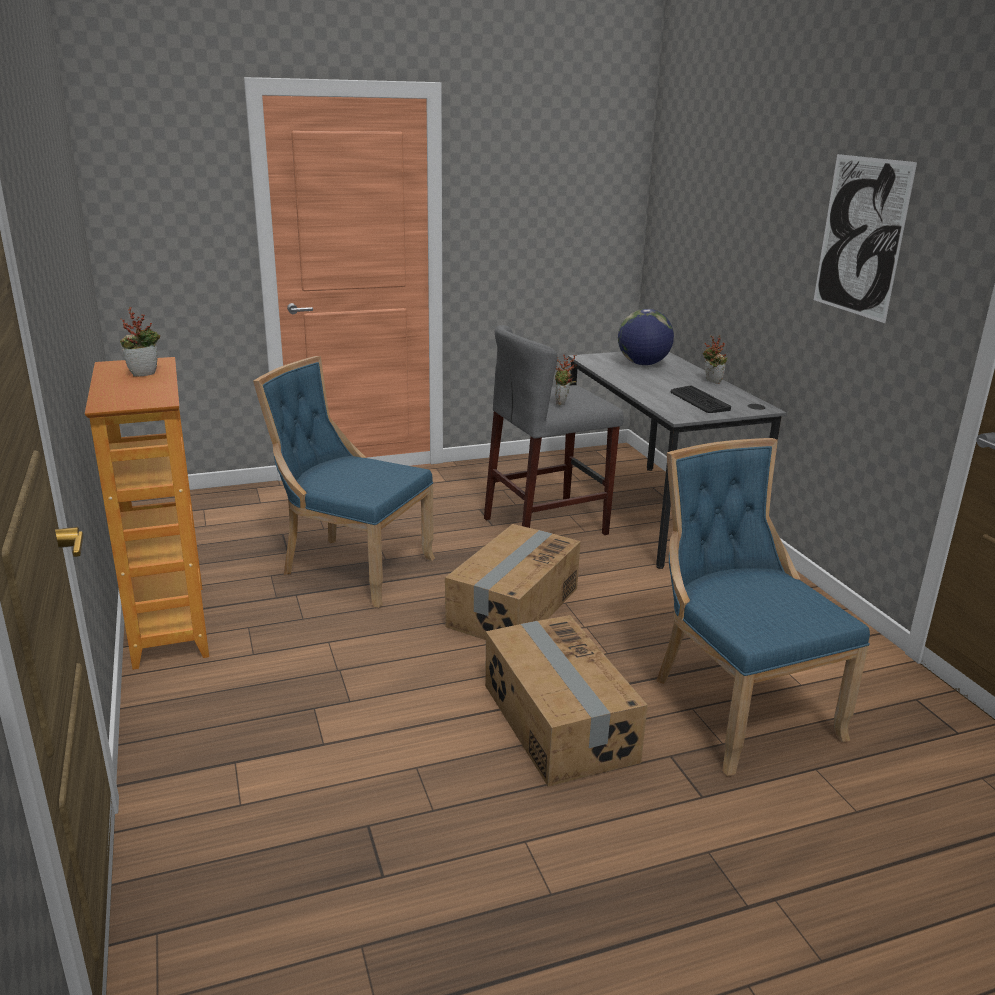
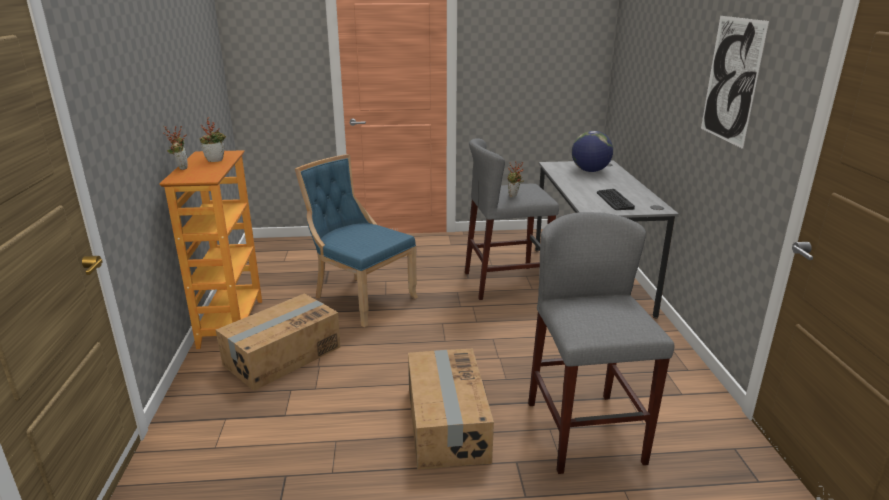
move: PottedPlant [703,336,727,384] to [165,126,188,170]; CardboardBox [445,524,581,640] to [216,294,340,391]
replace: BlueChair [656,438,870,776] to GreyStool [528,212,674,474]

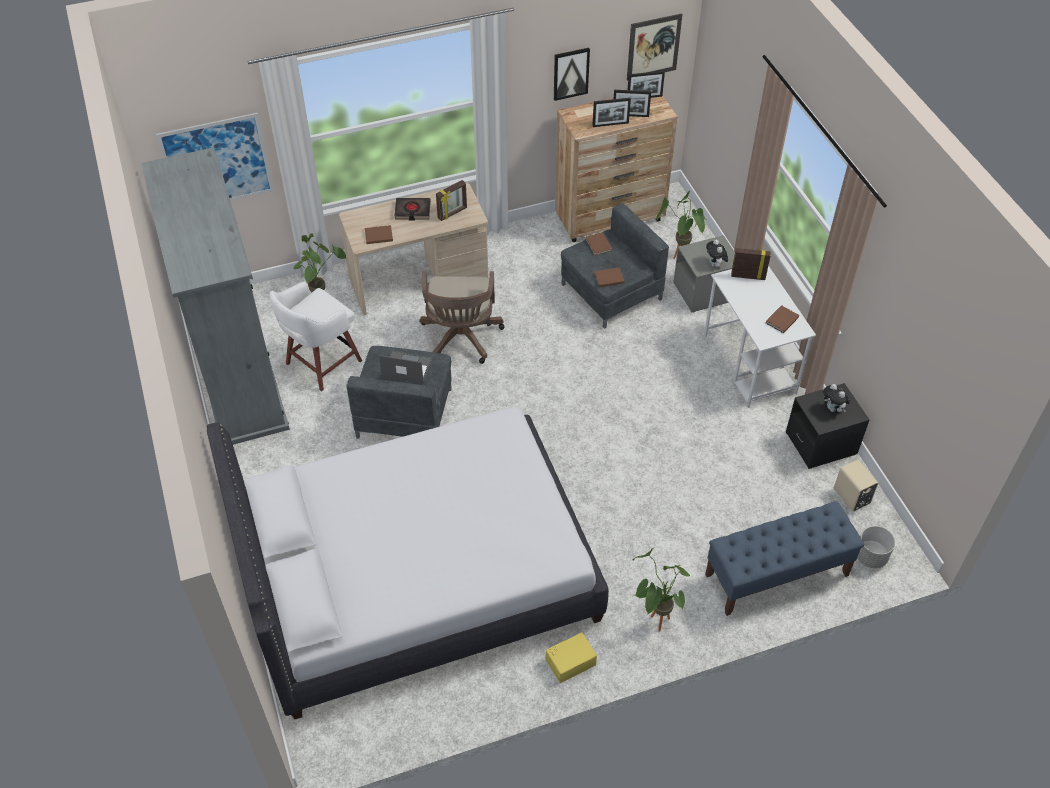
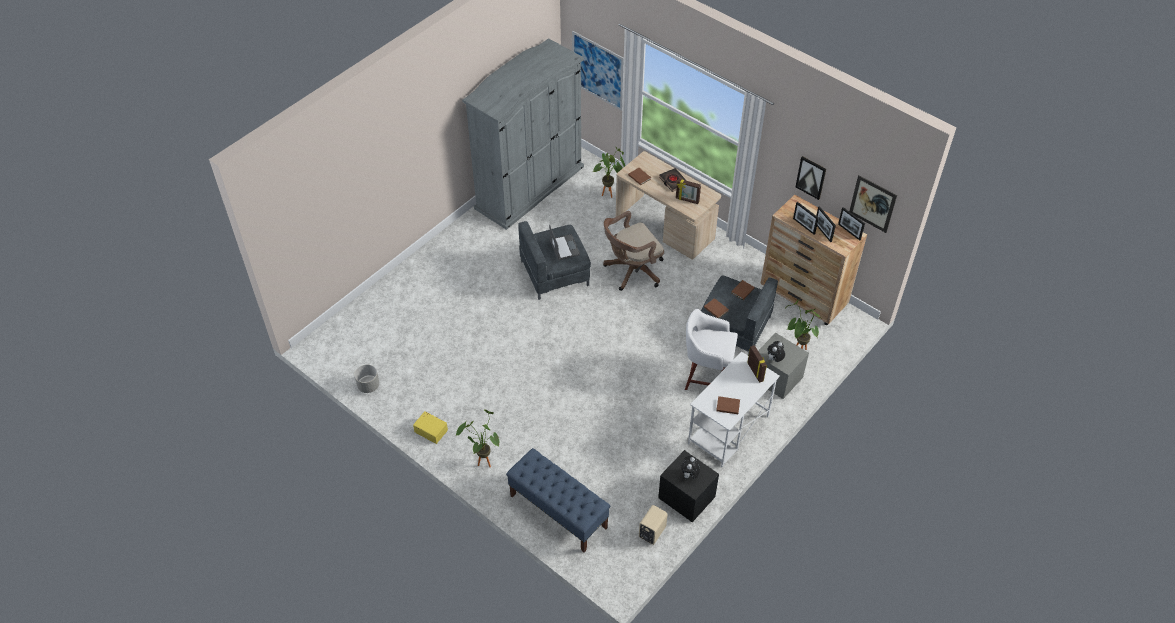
delete: WhiteBed [207,407,609,719]
move: WhiteStool [270,281,362,391] to [685,309,738,390]; GreyPlanter [857,526,895,568] to [354,365,379,393]

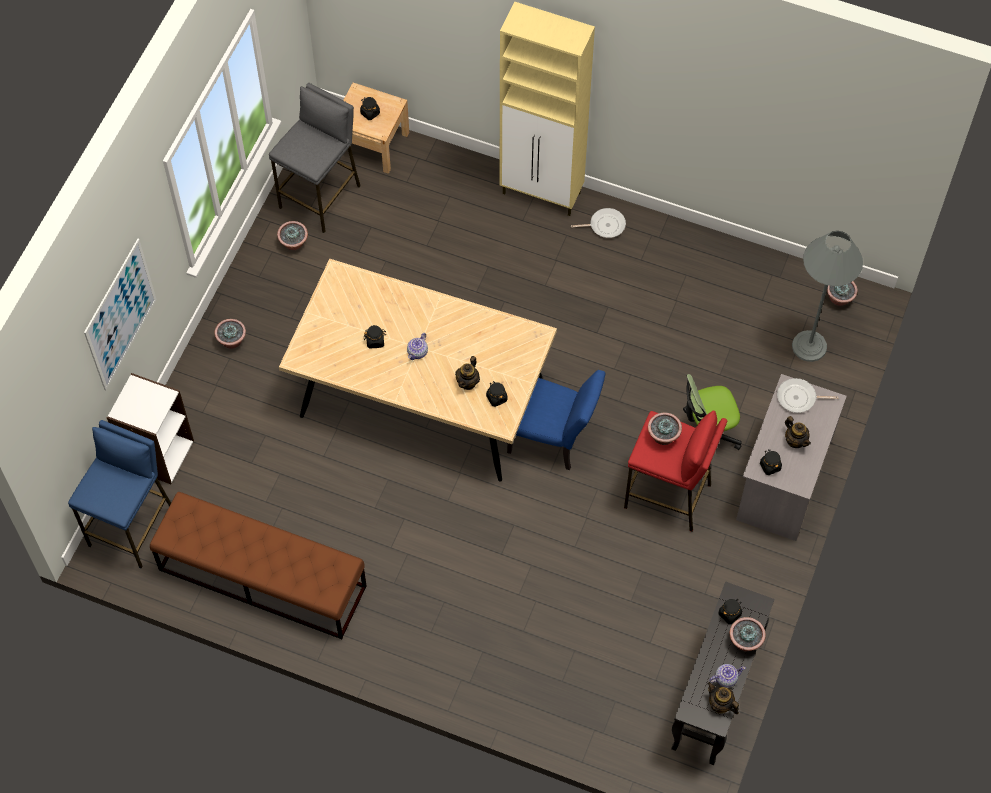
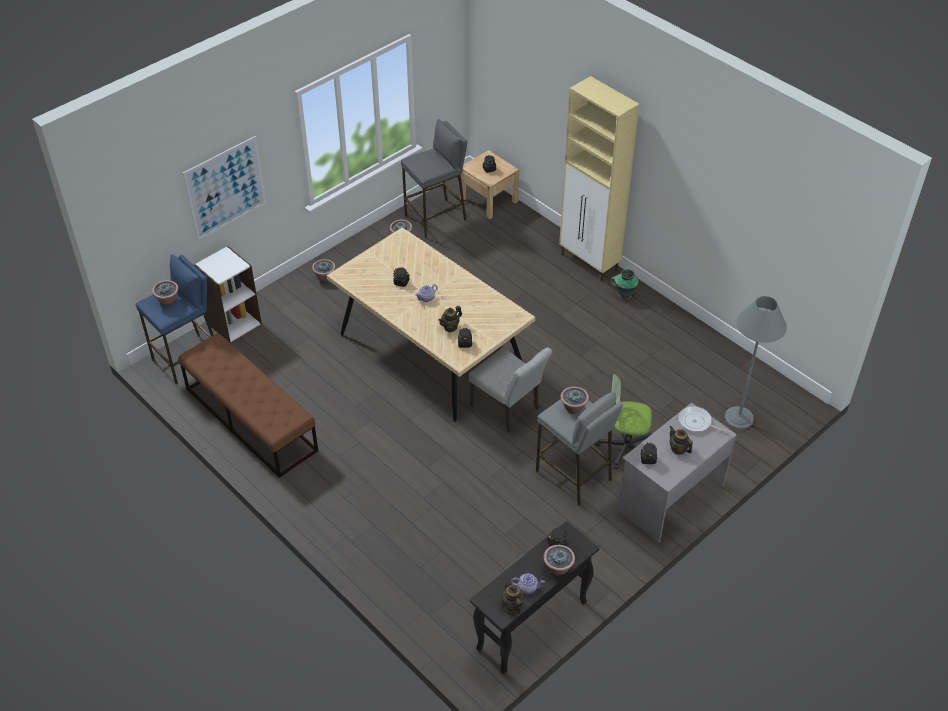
move: PottedPlant [827,281,858,306] to [152,280,179,305]
replace: FryingPan [571,208,626,238] to Vase [610,269,639,299]
recolor: BlueChair [507,370,605,470] to GreyChair [469,347,552,433]; RedStool [624,411,727,532] to GreyStool [536,392,623,506]
rotate: Teapot [785,416,811,448] = [670,426,693,455] 150 degrees clockwise

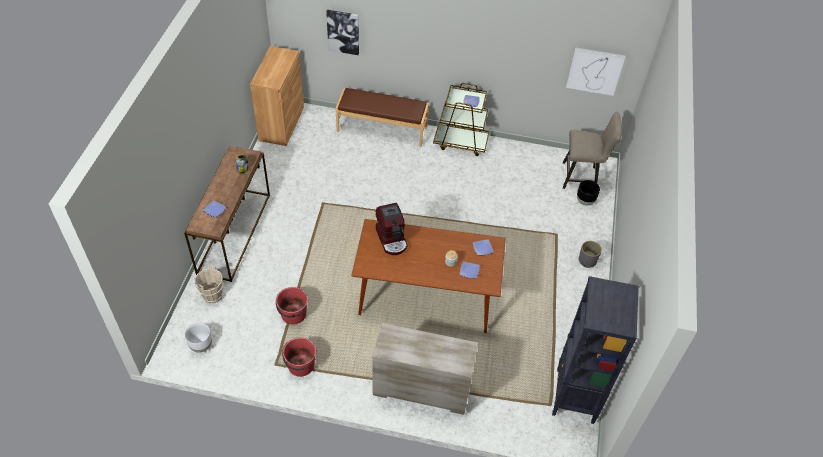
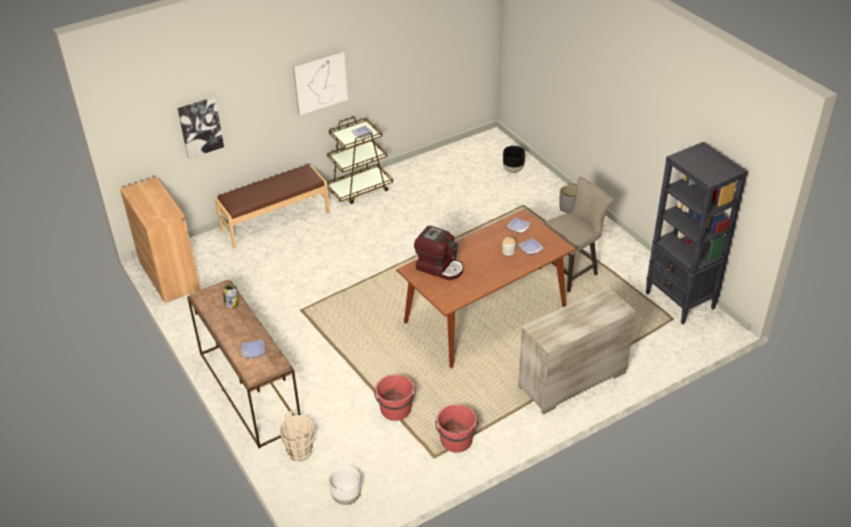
move: Picture [566,47,625,96] to [293,50,348,115]; BeigeStool [563,112,622,189] to [540,177,614,292]

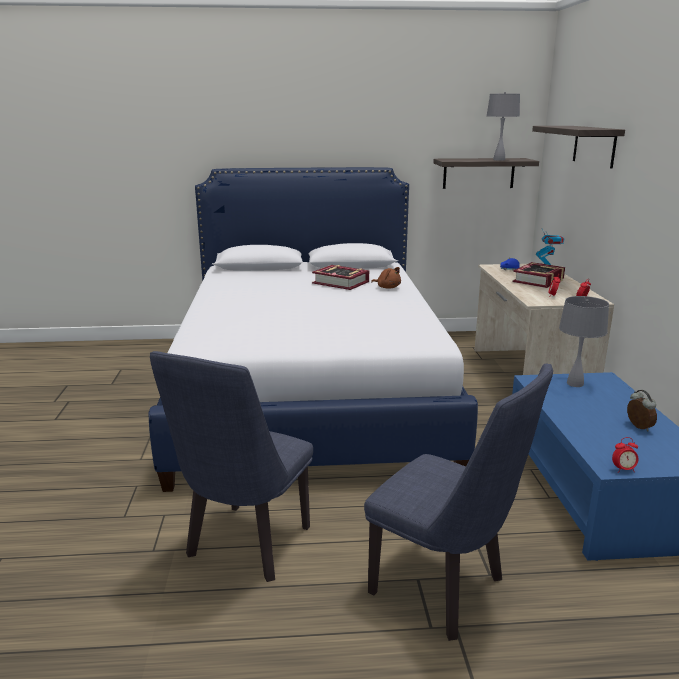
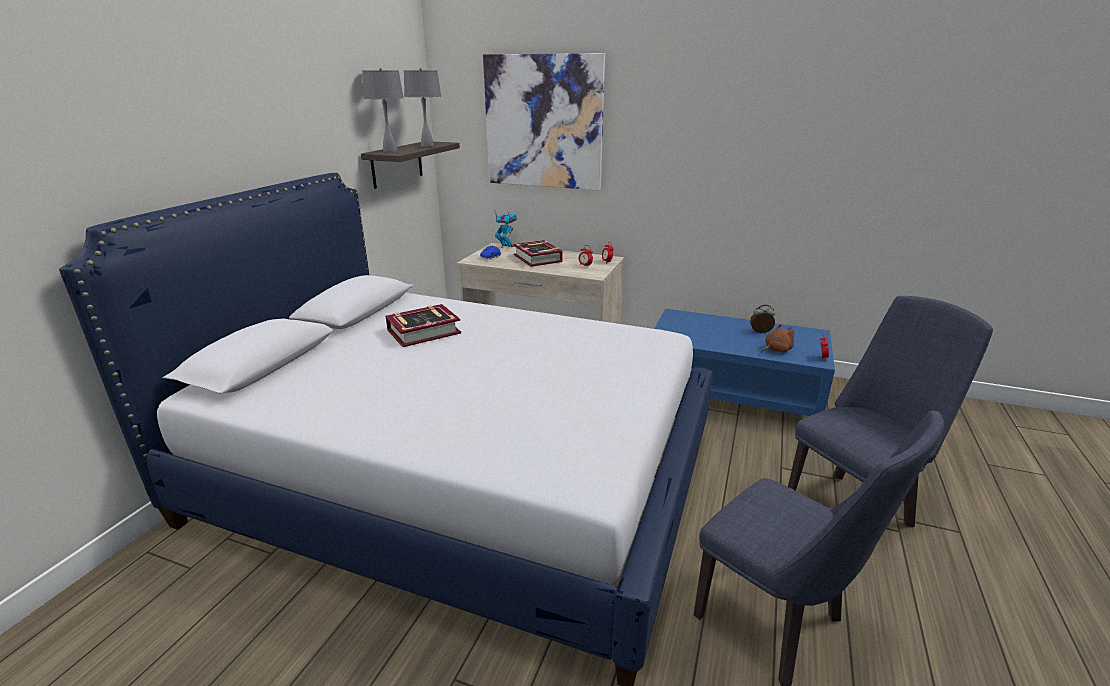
move: BrownPlushToy [371,267,401,289] to [761,324,795,353]; GreyTableLamp [559,296,609,387] to [362,68,404,152]
replace: Shelf [532,126,625,169] to Picture [483,53,605,190]

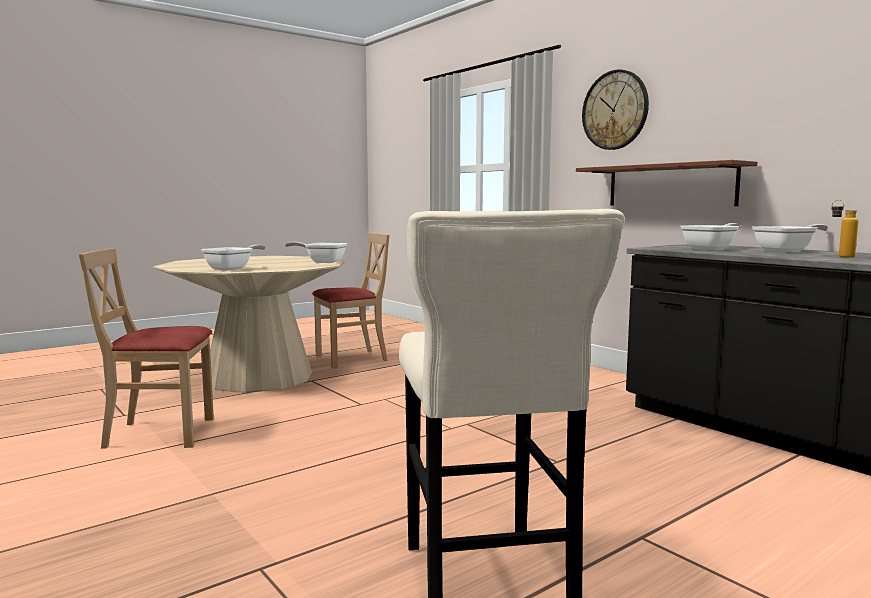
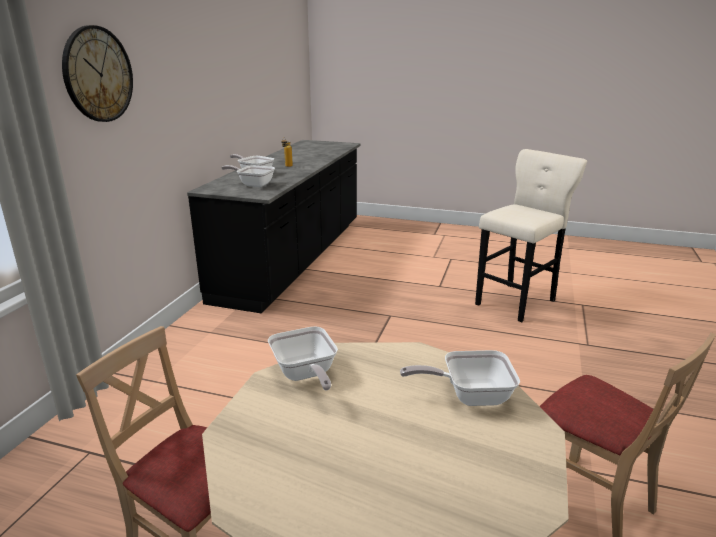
delete: BrownShelf [576,160,757,206]

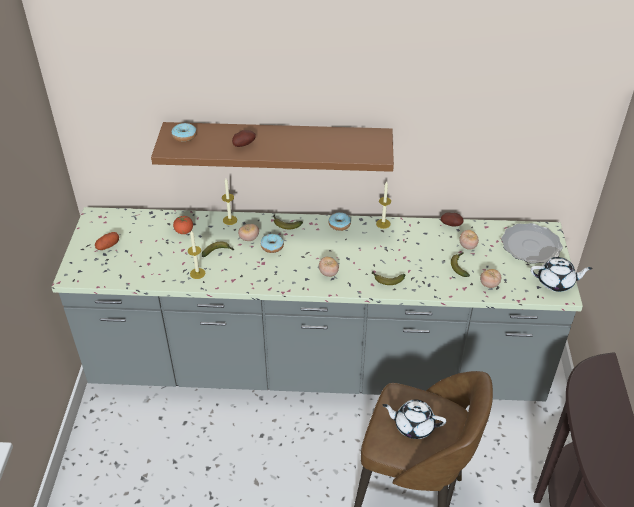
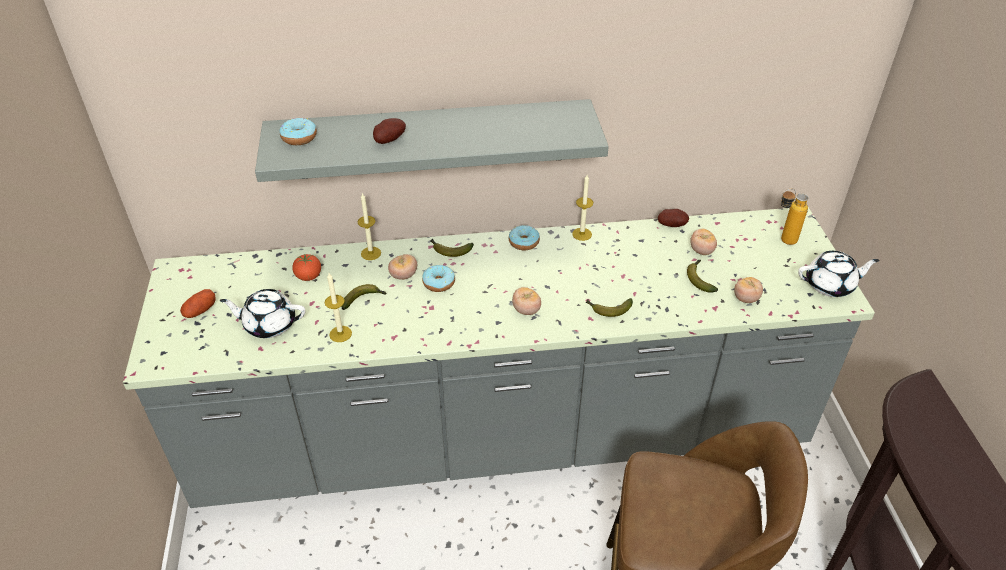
move: WhiteTeapot [382,399,446,439] to [220,289,306,338]
replace: Plate [501,223,563,264] to Bottle [781,188,809,245]
recolor: BrownShelf [151,122,394,172] to GreyShelf [255,99,609,182]

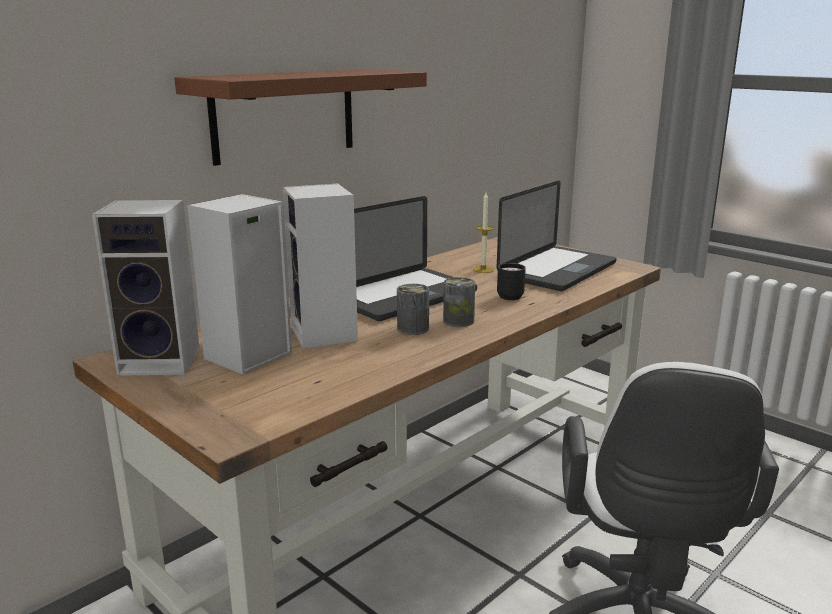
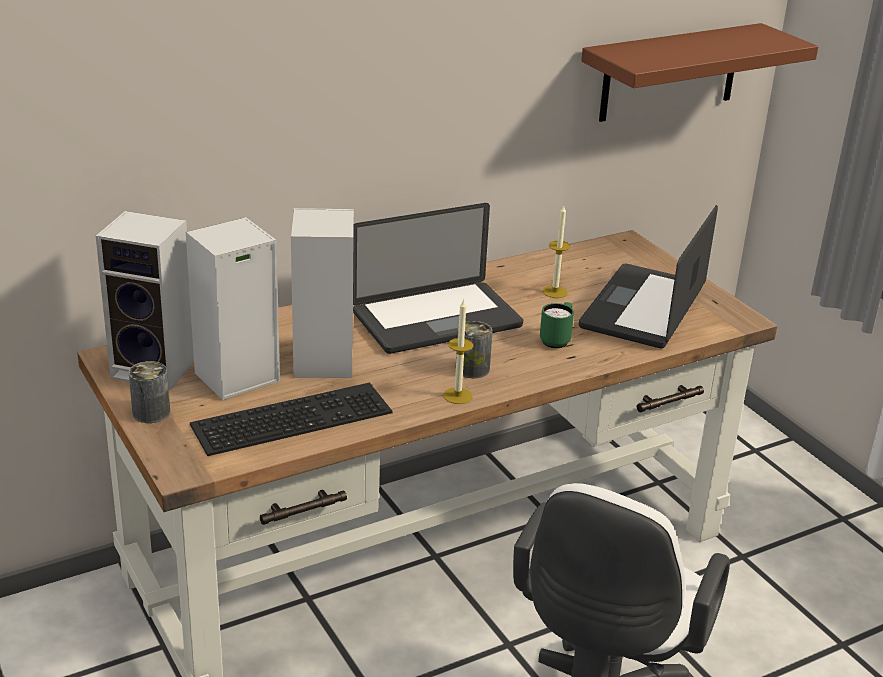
insert: Candle [443,299,474,404]; Keyboard [190,383,392,456]
move: BrownShelf [174,69,427,166] to [581,23,818,122]; Can [397,284,429,335] to [129,361,170,423]
recolor: BlackMug [497,263,526,300] to GreenMug [540,302,574,348]
rotate: Laptop [497,181,617,291] = [579,205,718,348] 150 degrees clockwise

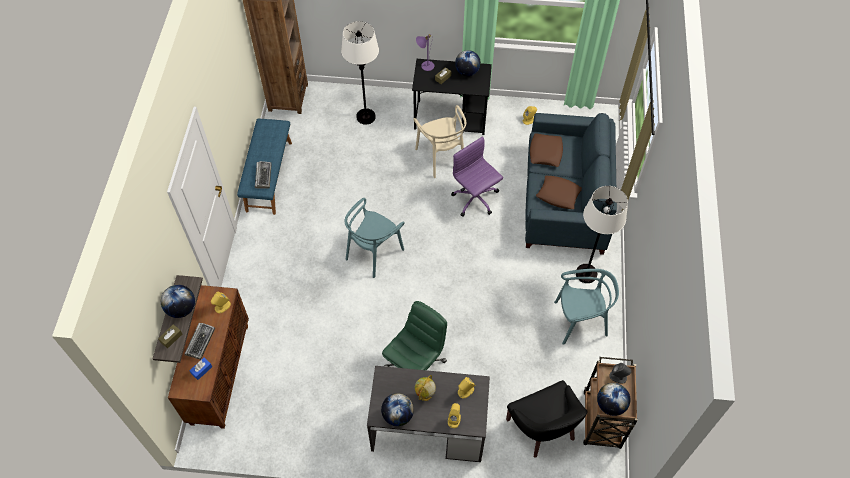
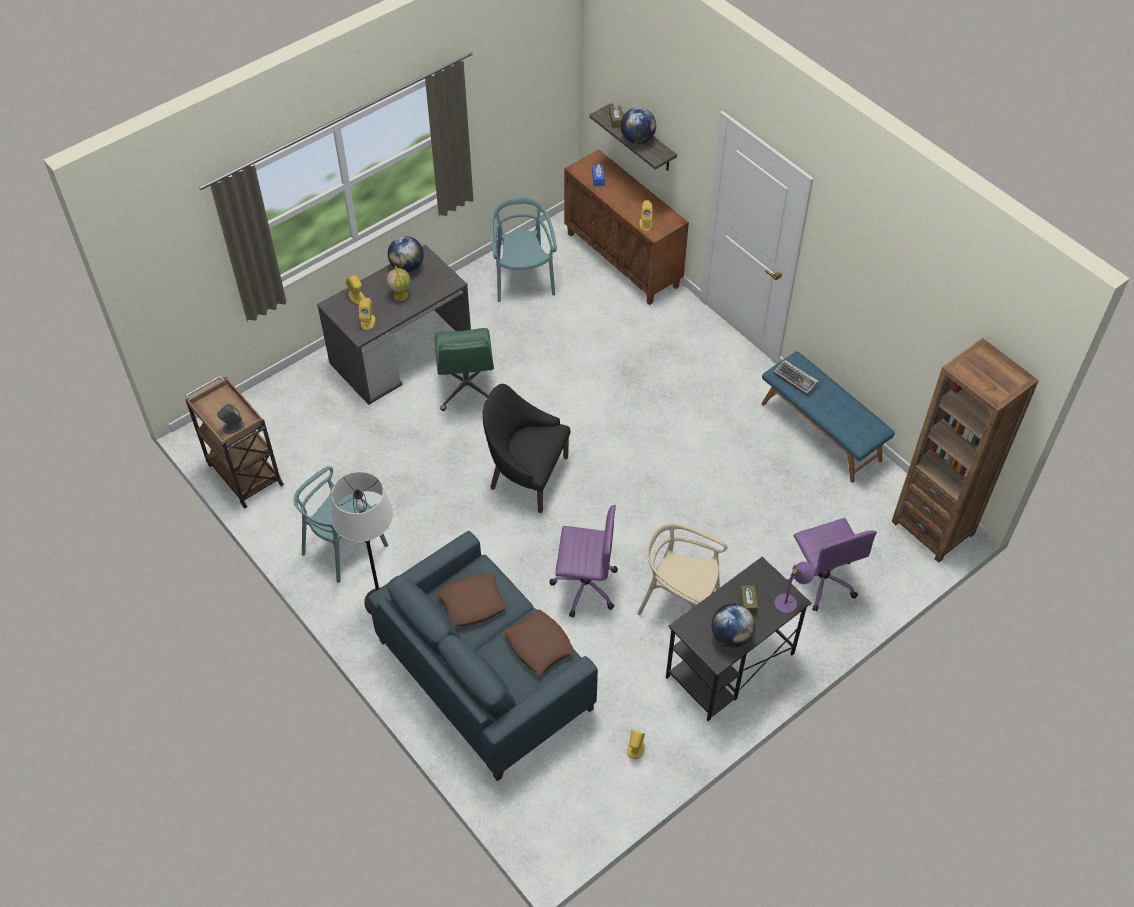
delete: Keyboard [184,323,215,360]; Globe [597,383,630,416]
move: TurquoiseChair [345,198,405,278] to [491,197,557,302]; BlackArmchair [506,380,588,458] to [482,384,571,513]
replace: WhiteFloorLamp [341,21,379,125] to PurpleOfficeChair [787,518,877,611]

